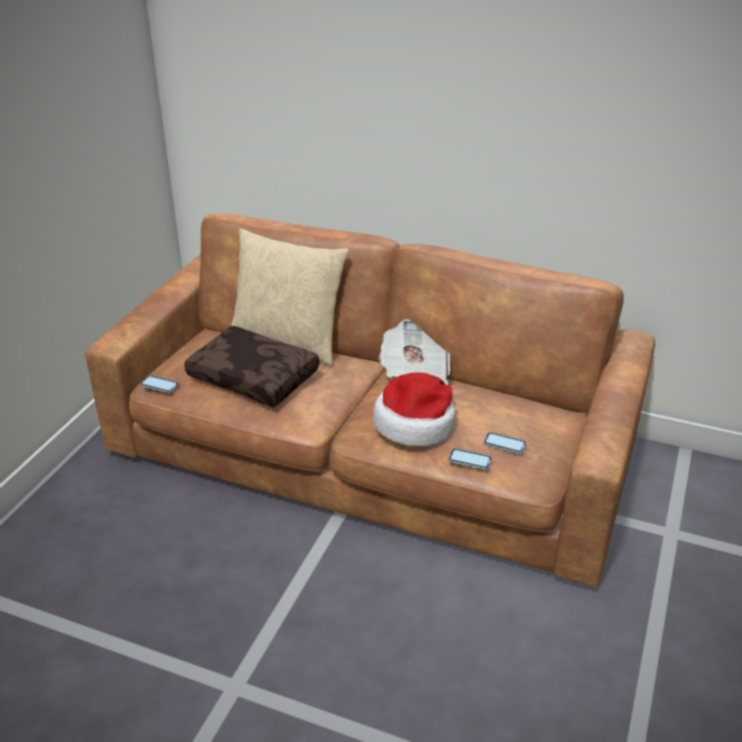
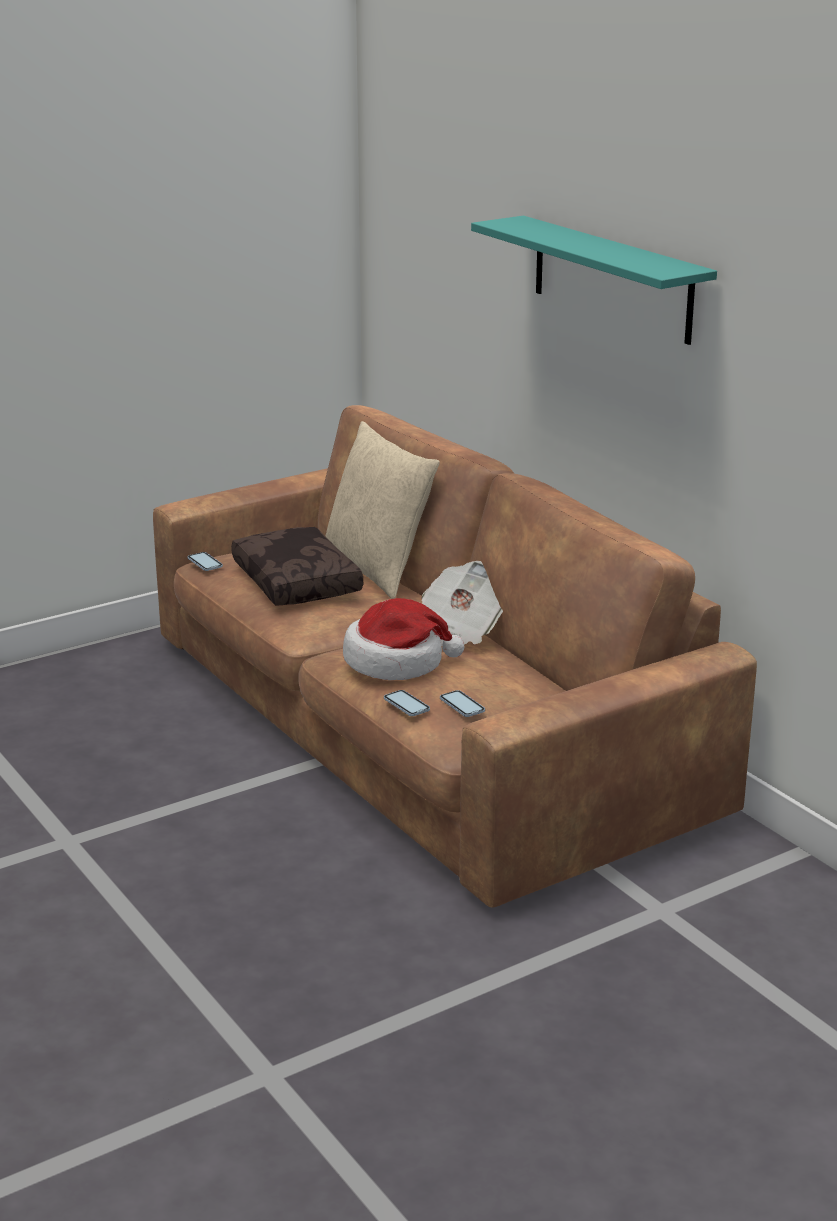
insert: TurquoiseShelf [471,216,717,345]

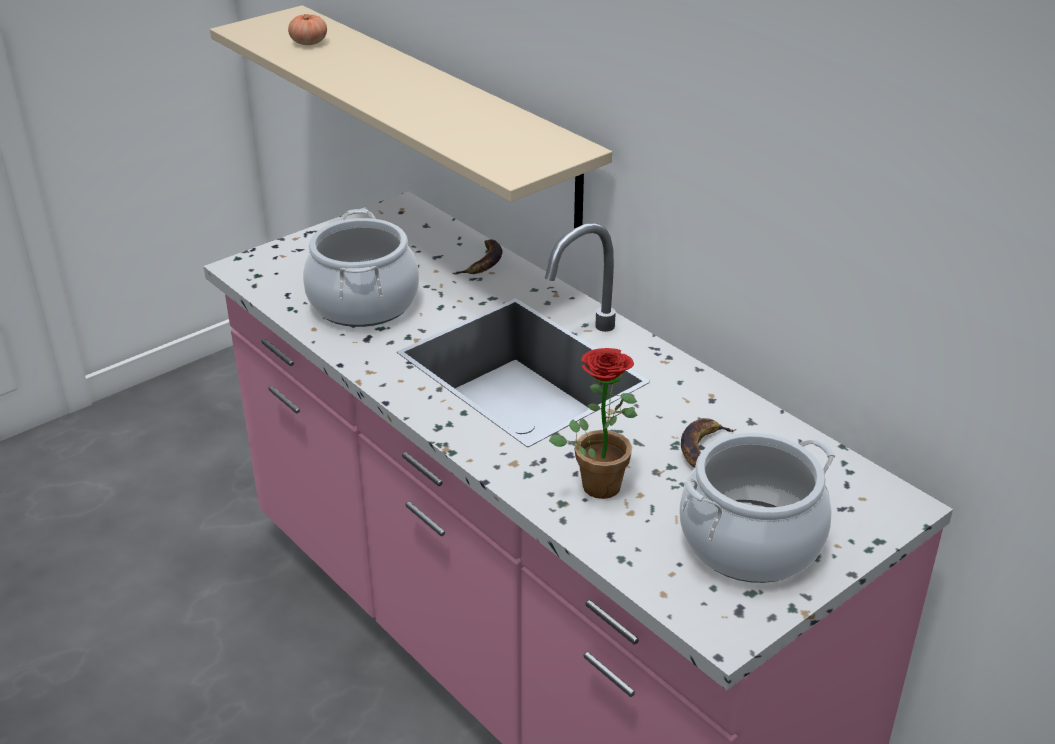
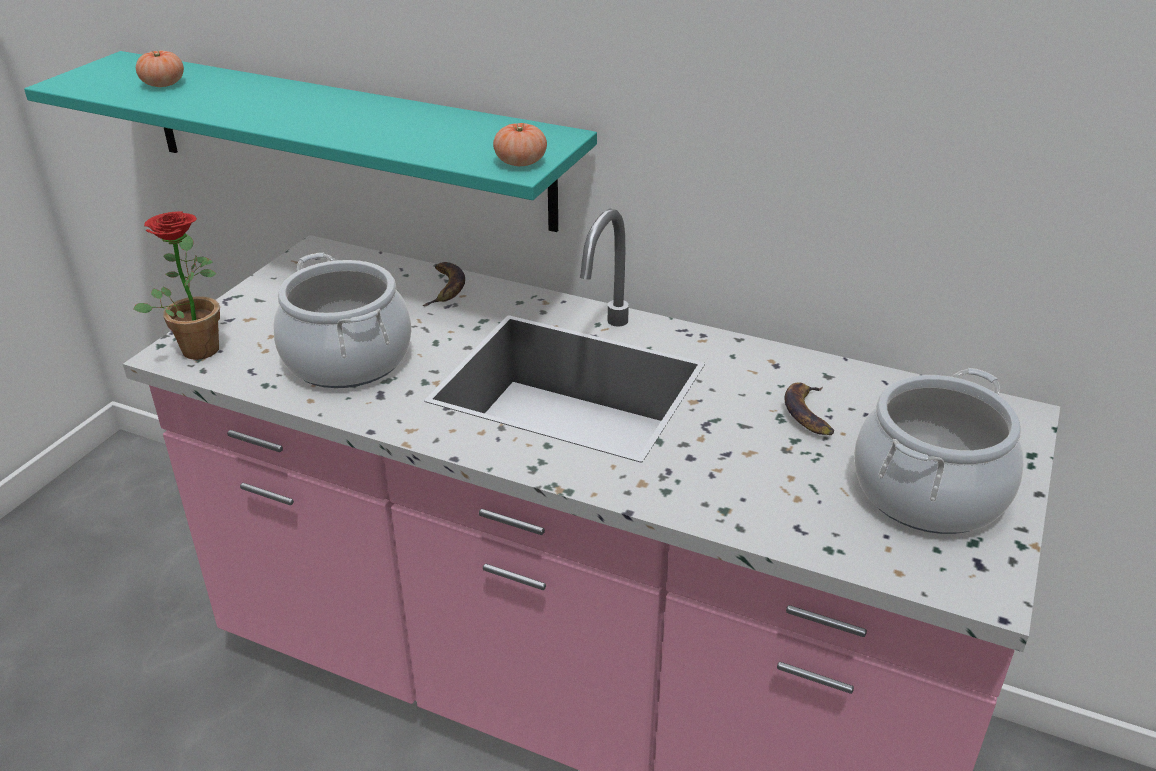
insert: Tomato [493,123,547,166]
move: PottedPlant [549,348,638,499] to [133,211,220,360]
recolor: BeigeShelf [210,5,612,228] to TurquoiseShelf [24,51,597,232]

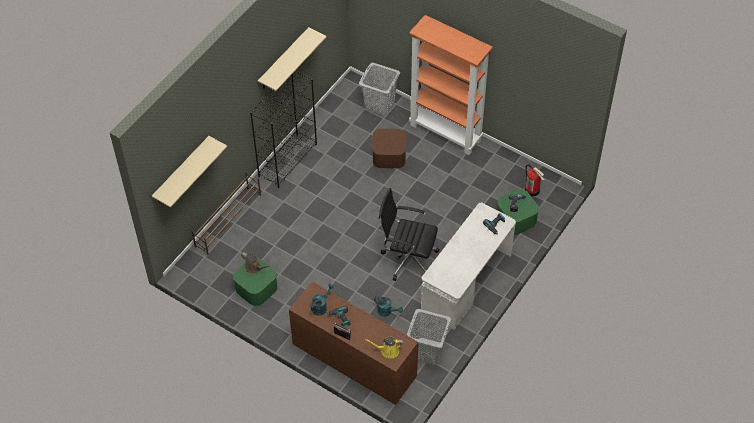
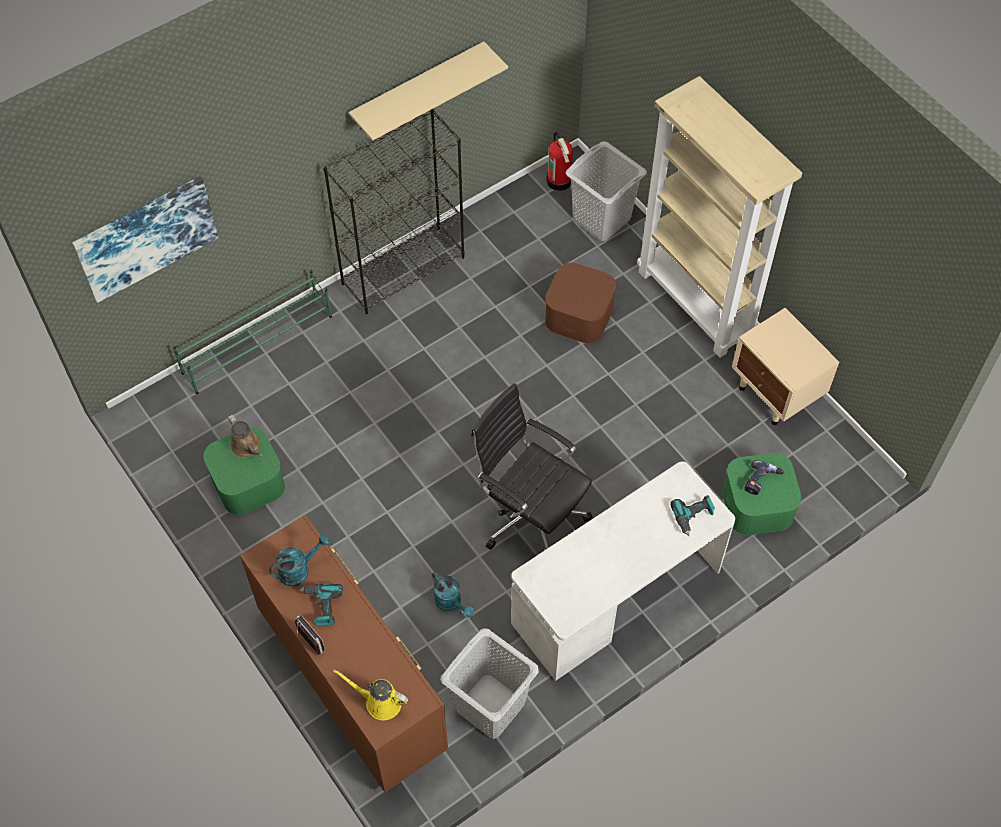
insert: BeigeNightstand [732,308,839,425]
move: FireExtinguisher [525,164,544,197] to [546,132,573,191]
replace: BeigeShelf [152,136,227,208] to Picture [72,176,218,303]
recolor: OrangeBookcase [409,15,493,155] to BeigeBookcase [637,76,802,358]; BrownShoeRack [192,172,261,255] to GreenShoeRack [173,270,332,394]

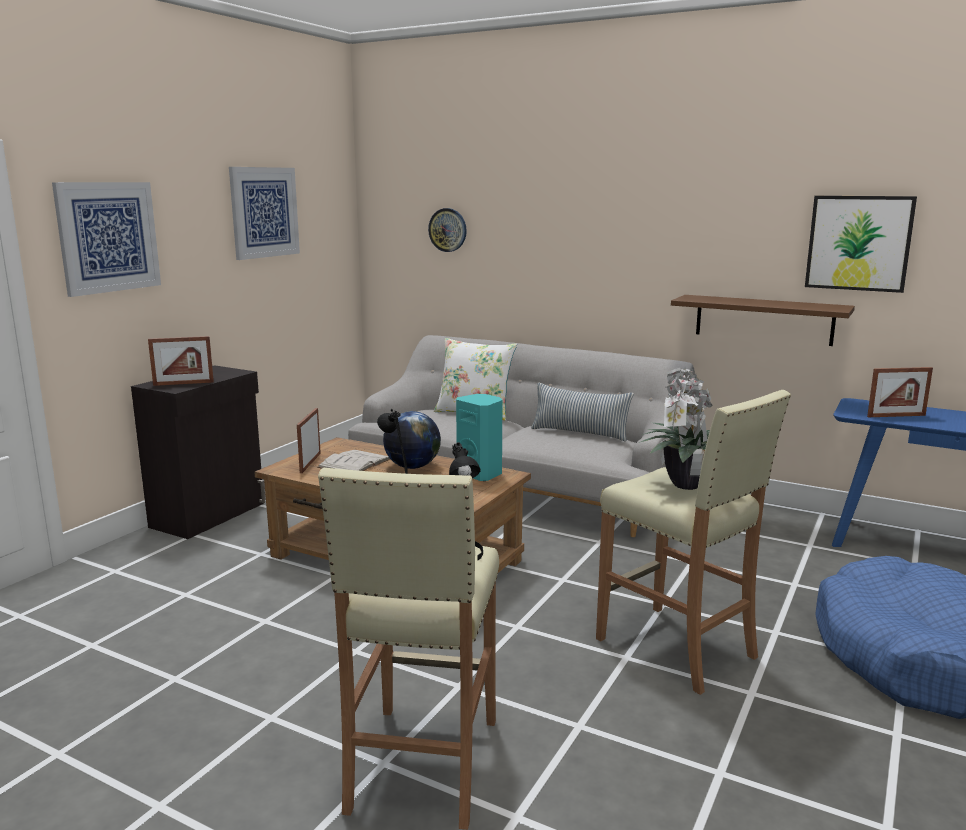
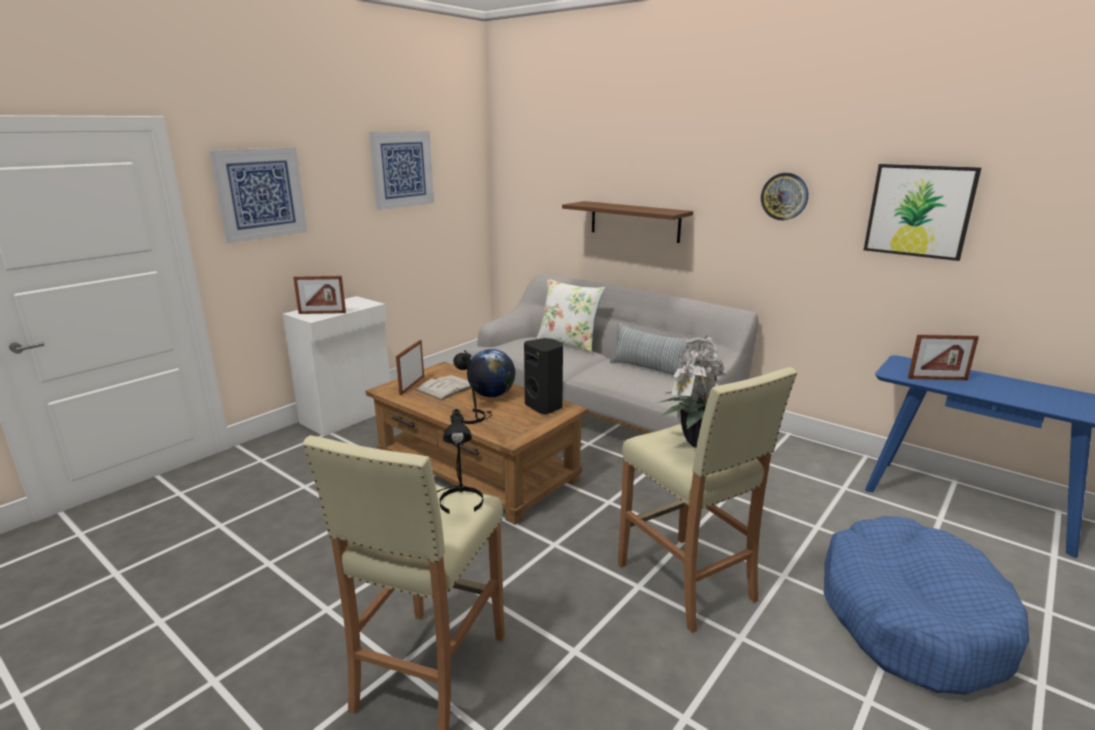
move: WallClock [428,208,467,252] to [761,173,808,221]; BrownShelf [671,295,855,346] to [562,201,693,243]
recolor: BlackCabinet [131,365,266,539] to WhiteCabinet [282,296,390,436]; TurquoiseSpeaker [456,394,502,481] to BlackSpeaker [524,338,563,414]

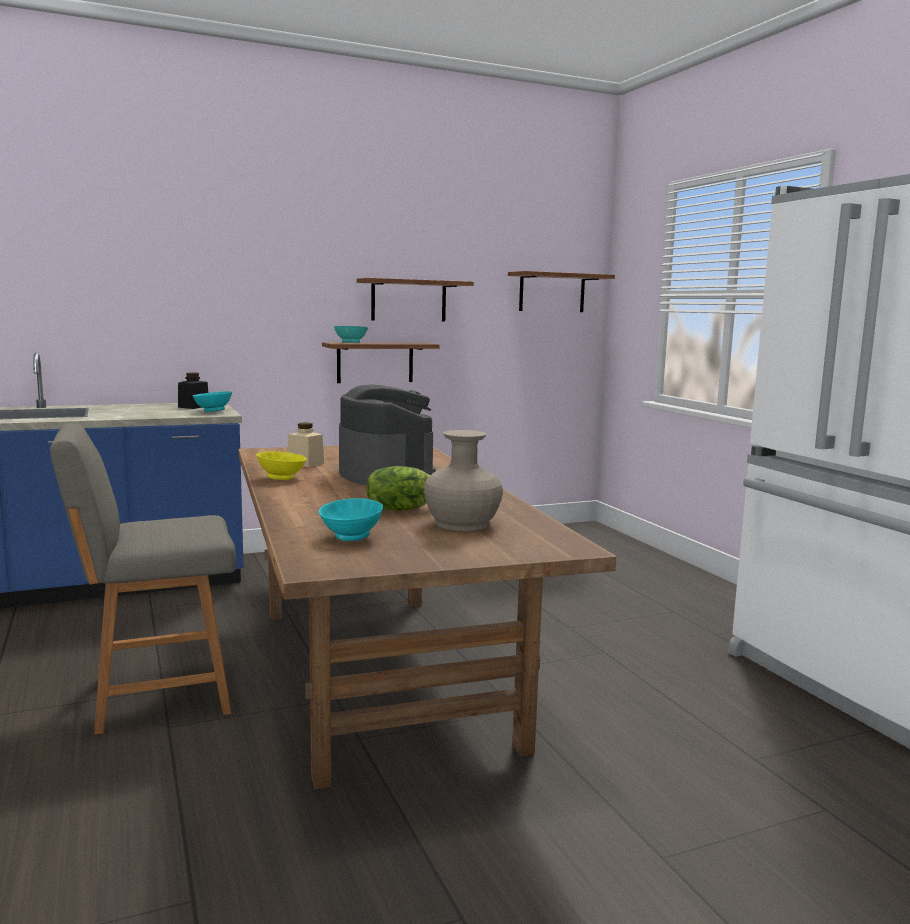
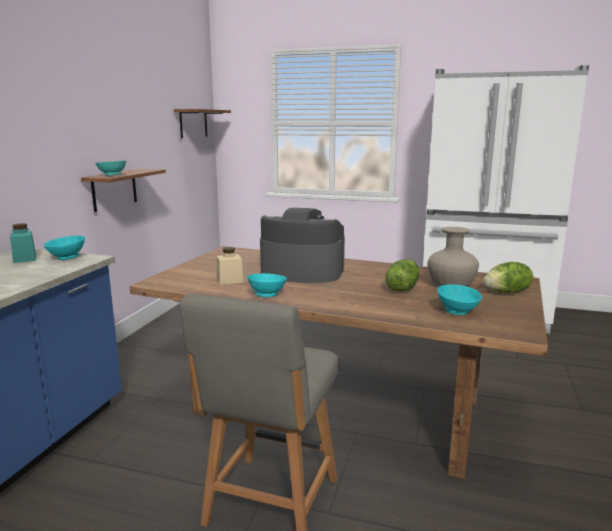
delete: Shelf [357,278,474,322]
insert: Lettuce [483,262,533,293]
recolor: BlackJar [178,373,208,409] to TurquoiseJar [10,223,36,263]; YellowBowl [256,451,307,480] to TurquoiseBowl [247,273,287,297]

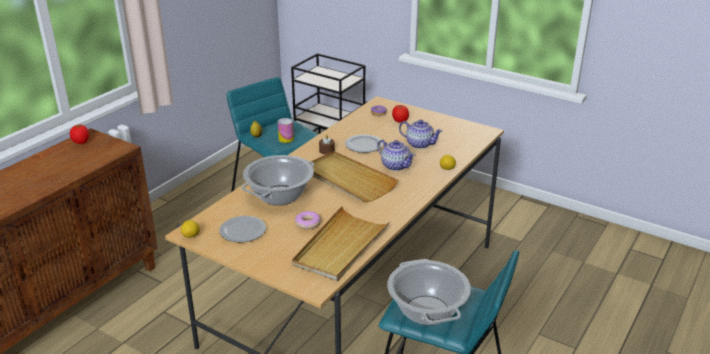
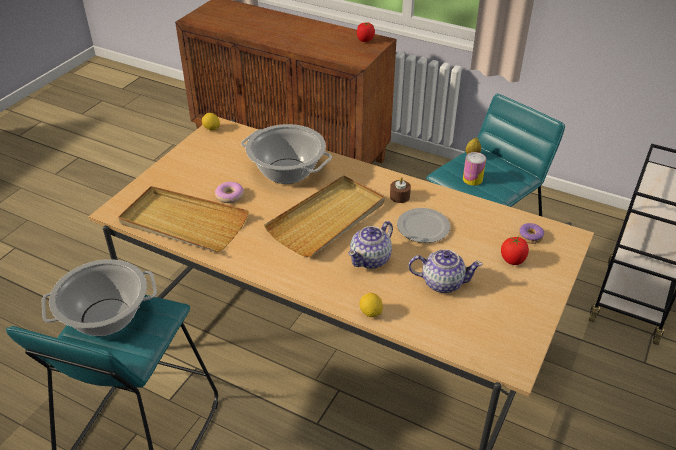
delete: Plate [219,216,266,242]
rotate: Teapot [399,120,442,149] = [409,249,483,293] 105 degrees counterclockwise

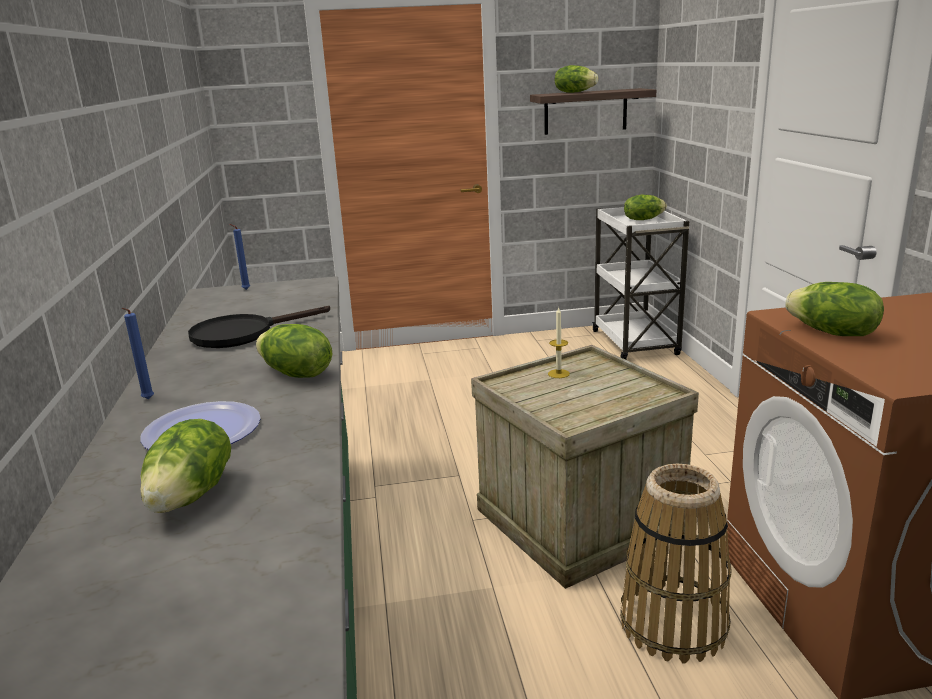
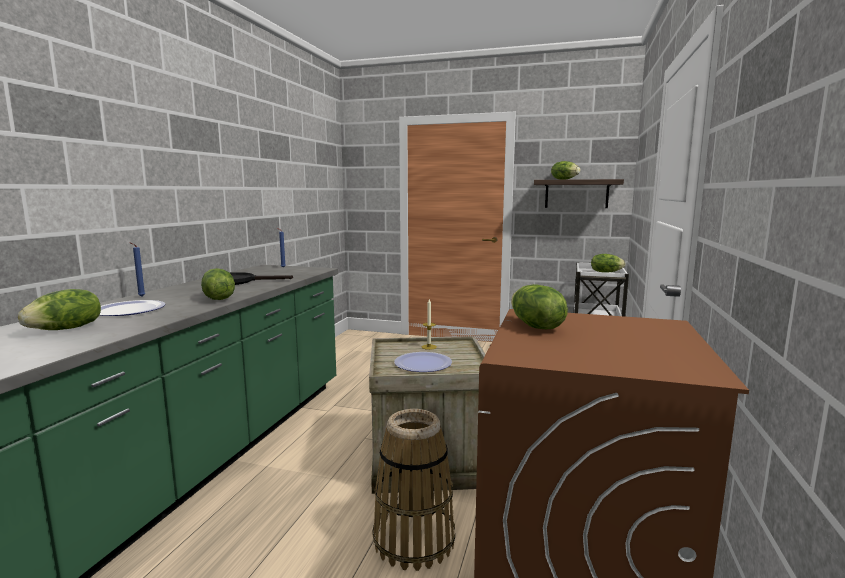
insert: Plate [394,352,452,372]

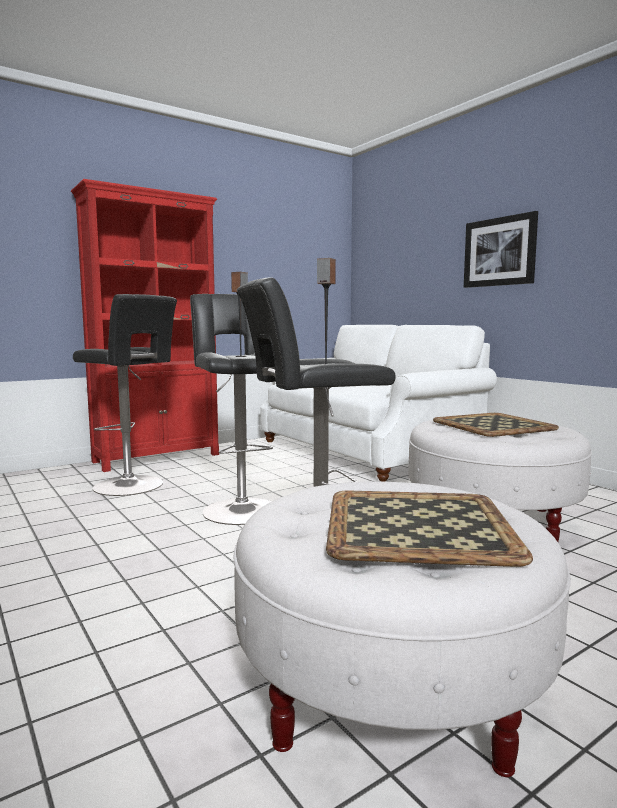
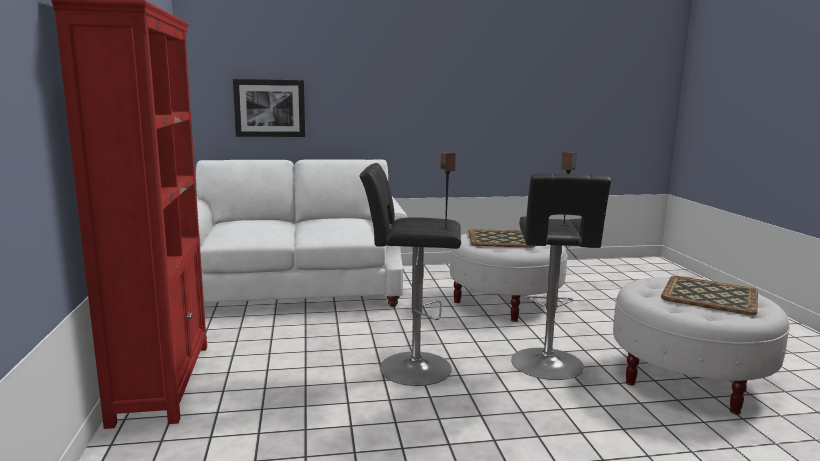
delete: BlackStool [73,294,177,496]
move: Picture [464,211,538,288] to [233,79,305,137]

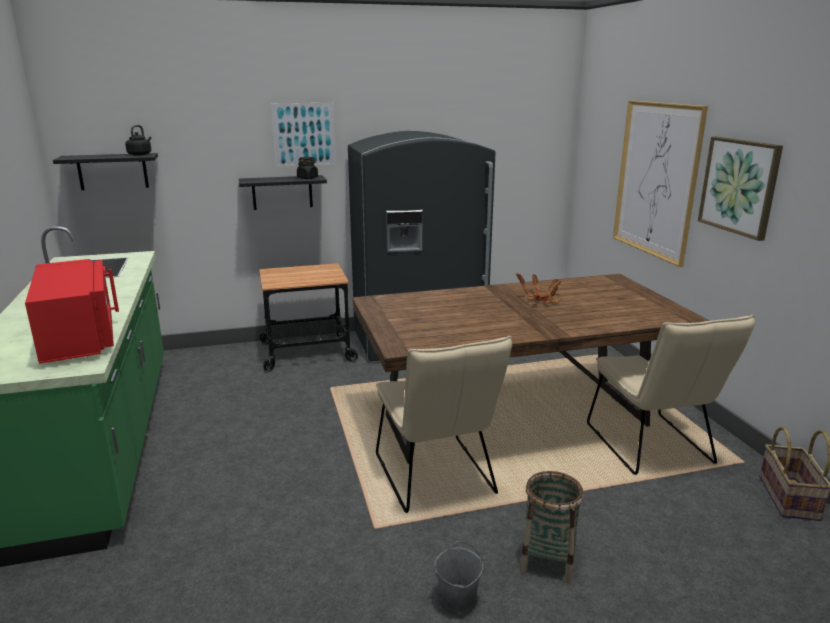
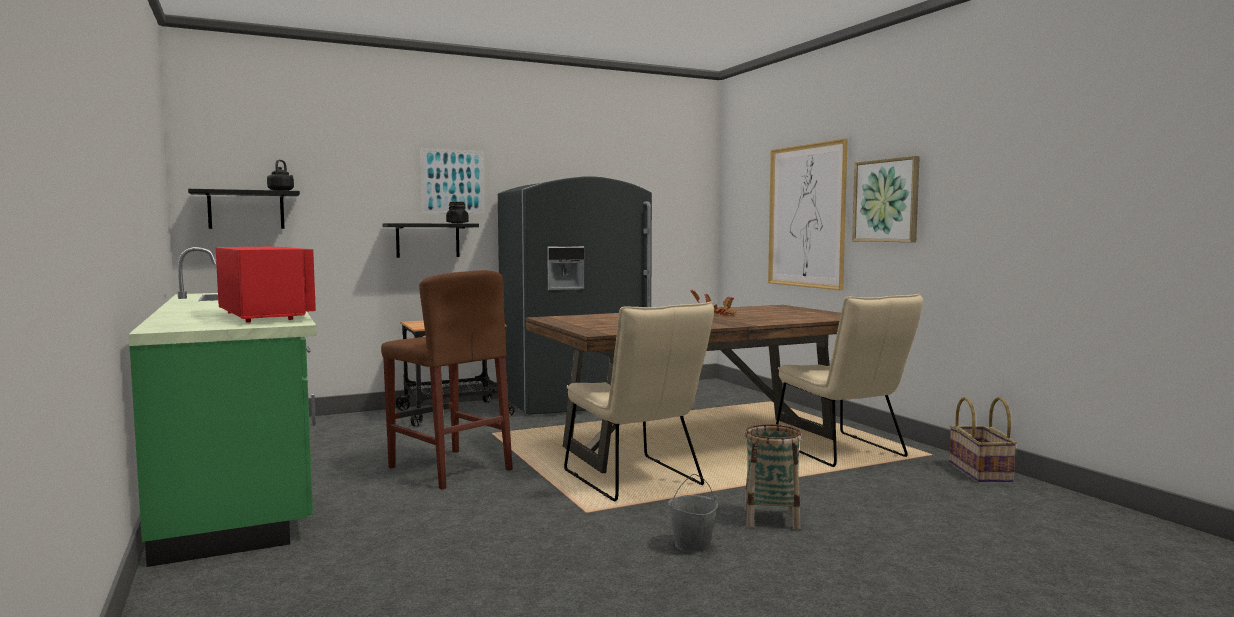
insert: BrownStool [381,270,513,490]

